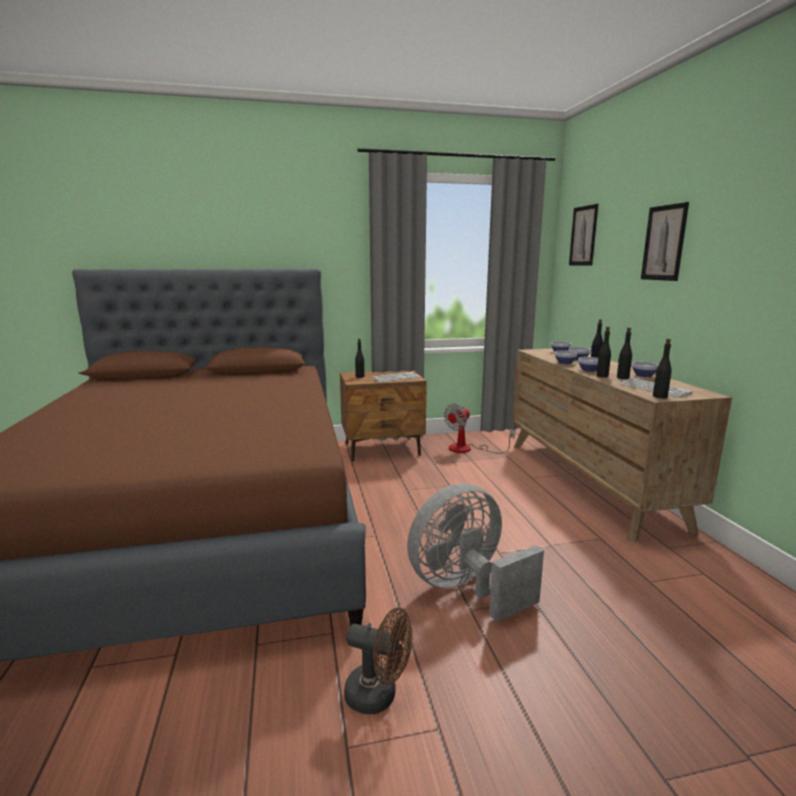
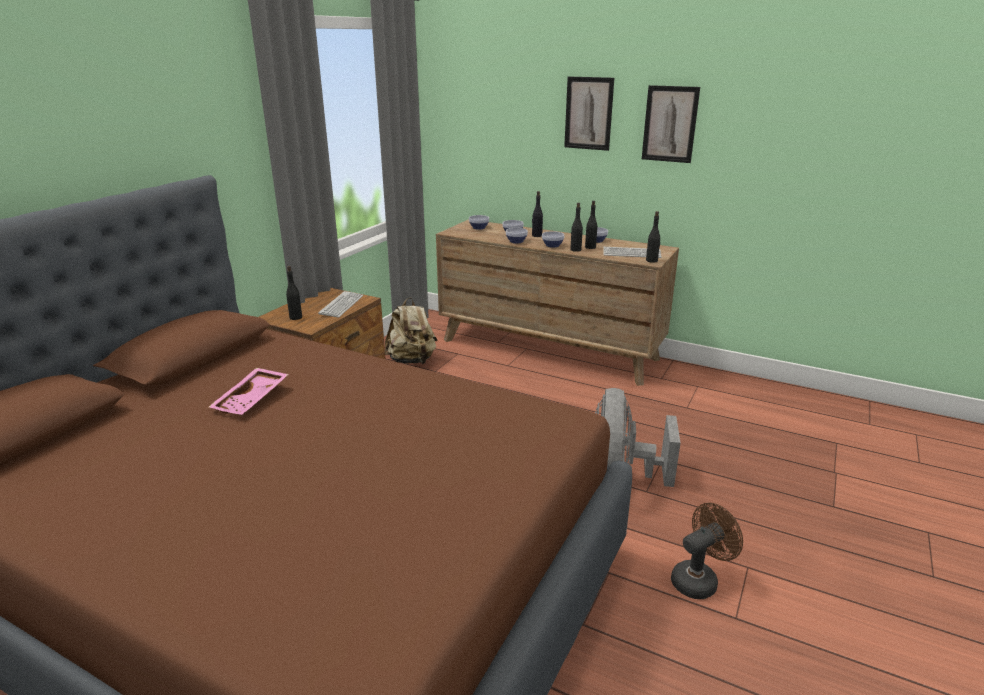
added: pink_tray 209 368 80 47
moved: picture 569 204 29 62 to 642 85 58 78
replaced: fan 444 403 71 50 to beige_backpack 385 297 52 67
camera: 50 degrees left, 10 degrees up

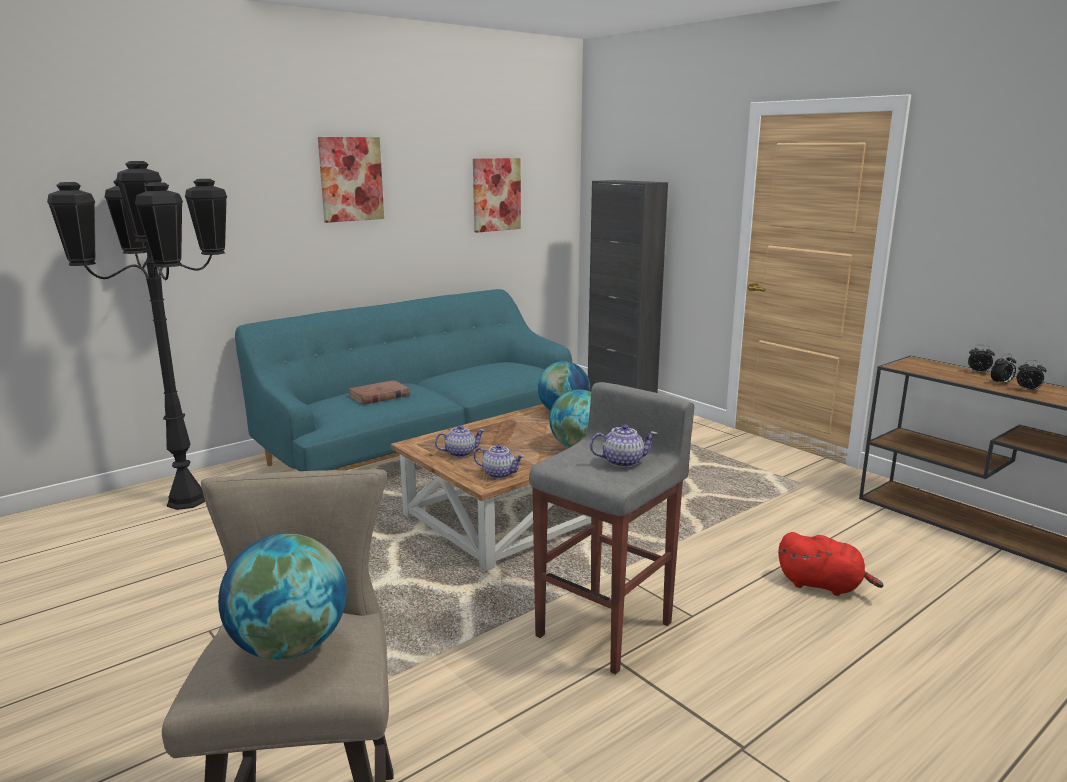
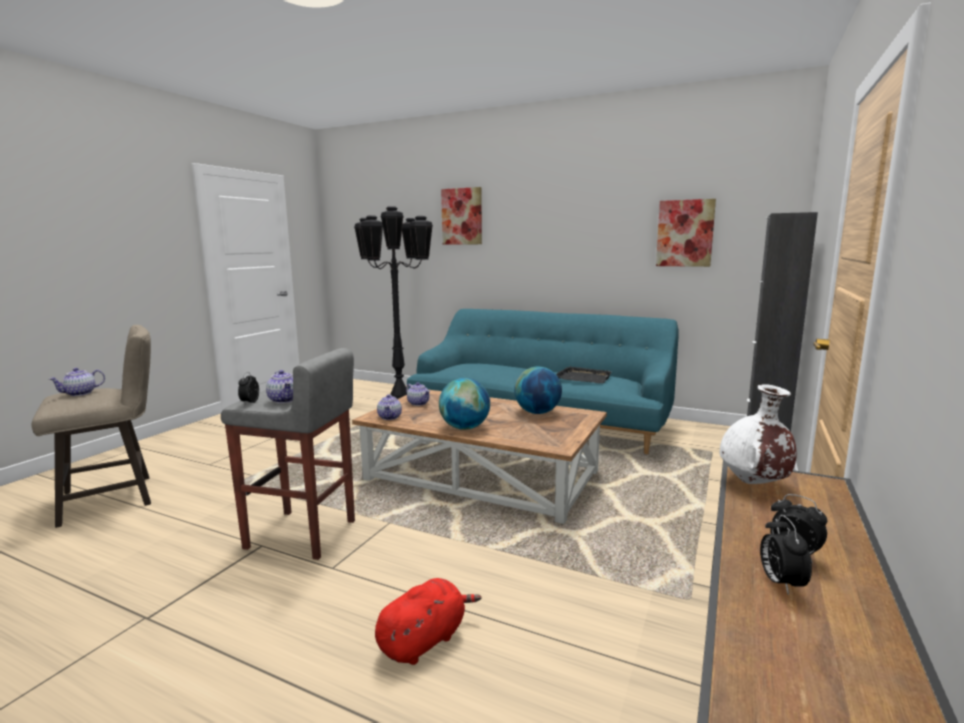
removed: brown_book 348 380 62 25
added: black_tray 556 366 56 18; white_vase 720 384 77 100
moved: picture 318 137 66 86 to 441 187 41 58; alarm_clock 968 345 27 28 to 238 372 21 32
replaced: globe 218 533 129 127 to teapot 49 368 56 28
turned: red_plush_toy 778 532 105 64 = 375 578 107 87 135 degrees counterclockwise
camera: 65 degrees right, 5 degrees down

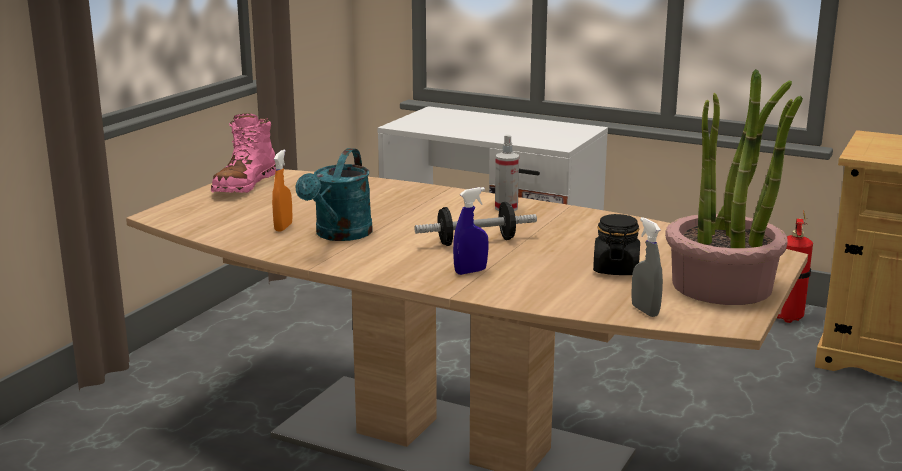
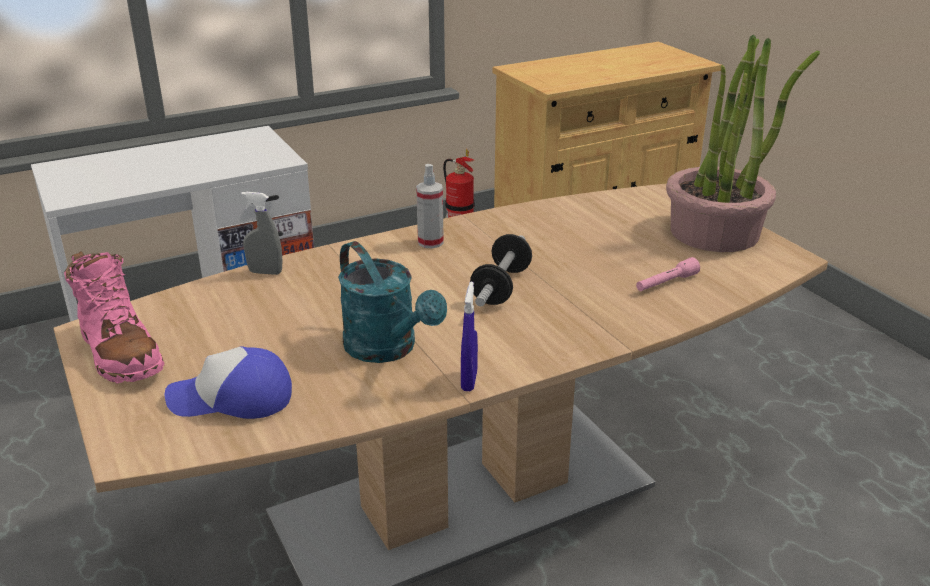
removed: orange_spray_bottle 272 150 20 82; black_jar 593 214 47 61
added: cap 165 346 127 73; pink_flashlight 636 257 64 34
moved: blue_spray_bottle 453 187 36 88 to 461 282 17 109; grey_spray_bottle 631 217 32 100 to 241 192 41 83
camera: 55 degrees left, 10 degrees up

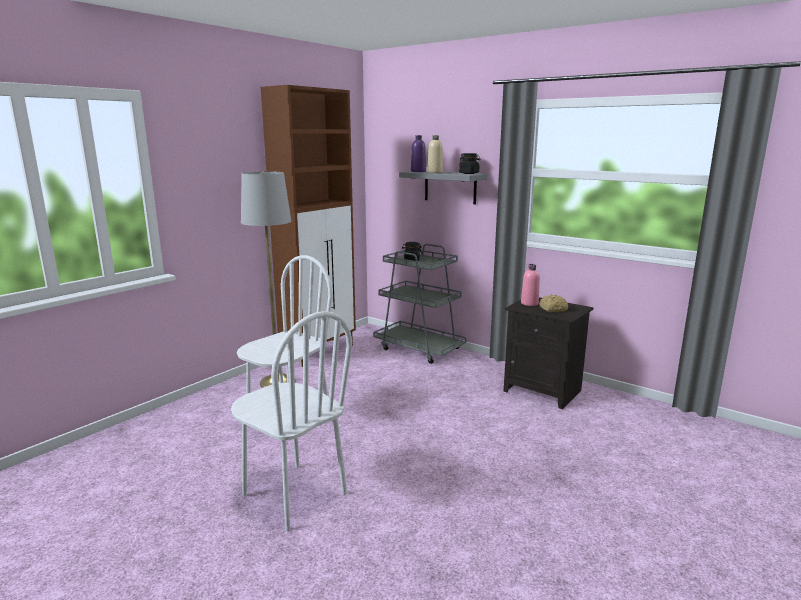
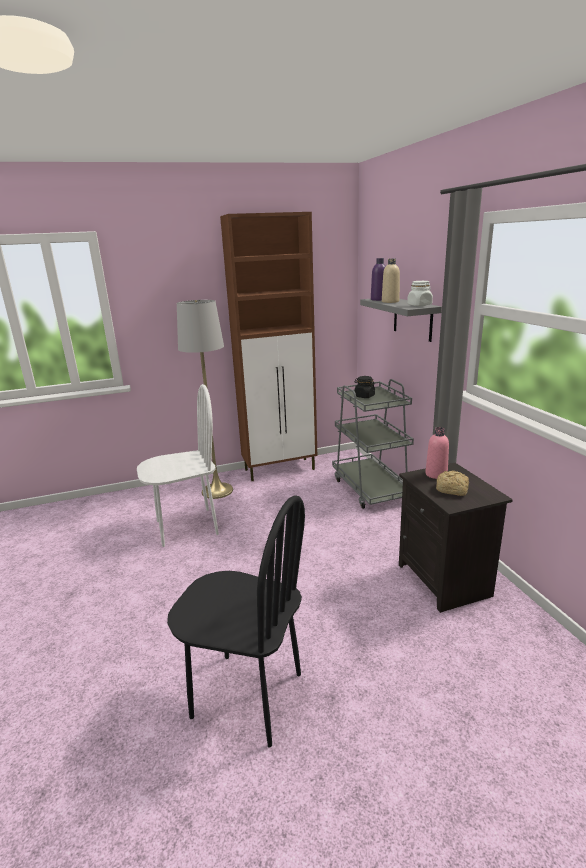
removed: white_chair 231 311 121 220
added: black_chair 167 495 138 253
recoloured: black_jar 459 153 21 21 to white_jar 407 281 26 25
camera: 35 degrees right, 5 degrees up

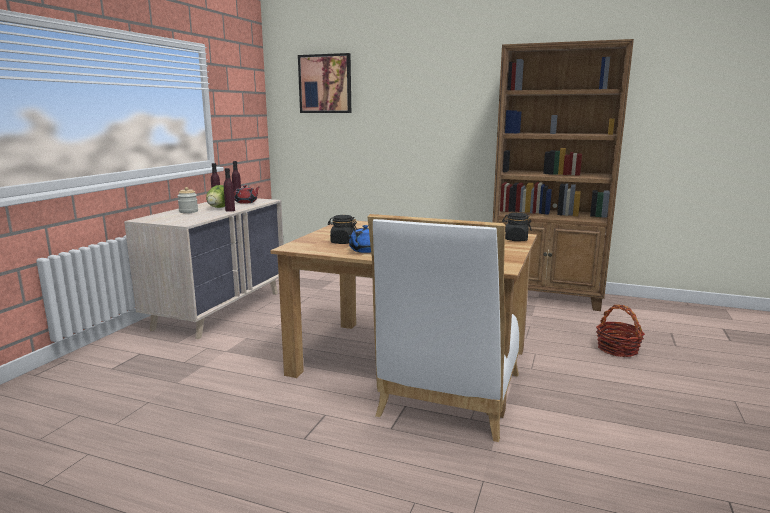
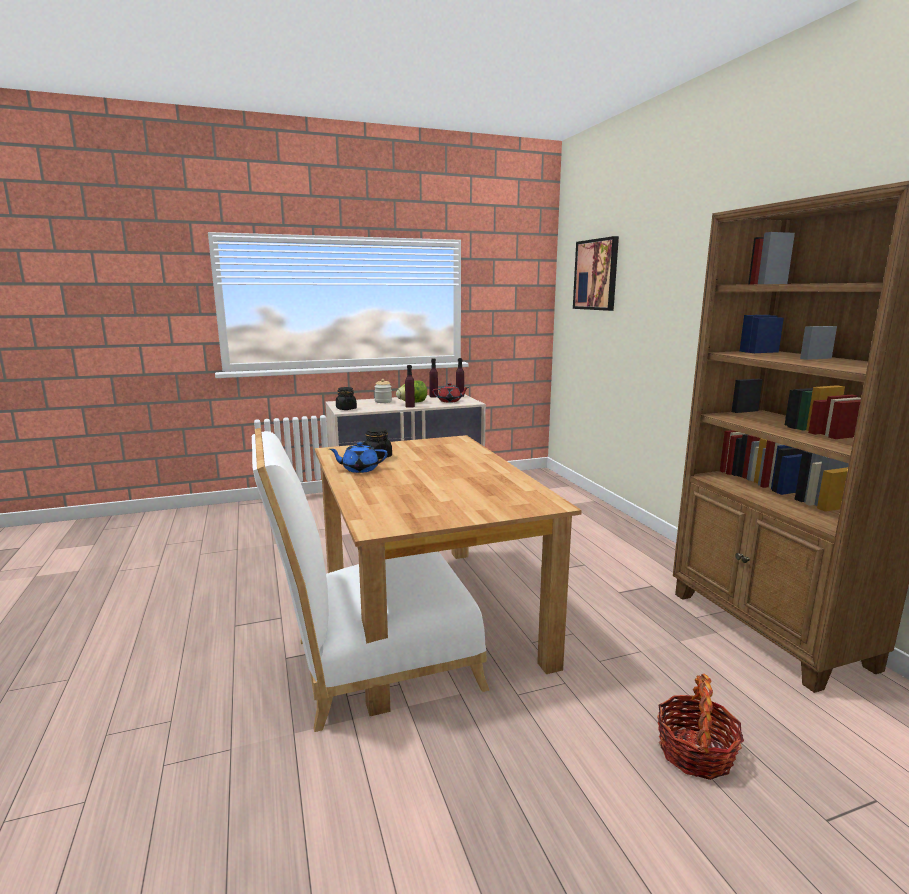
moved: black_jar 502 213 30 28 to 336 387 21 23
camera: 50 degrees right, 0 degrees up

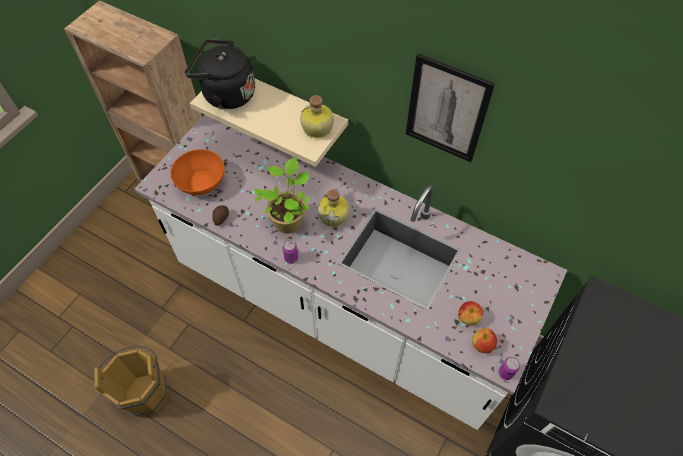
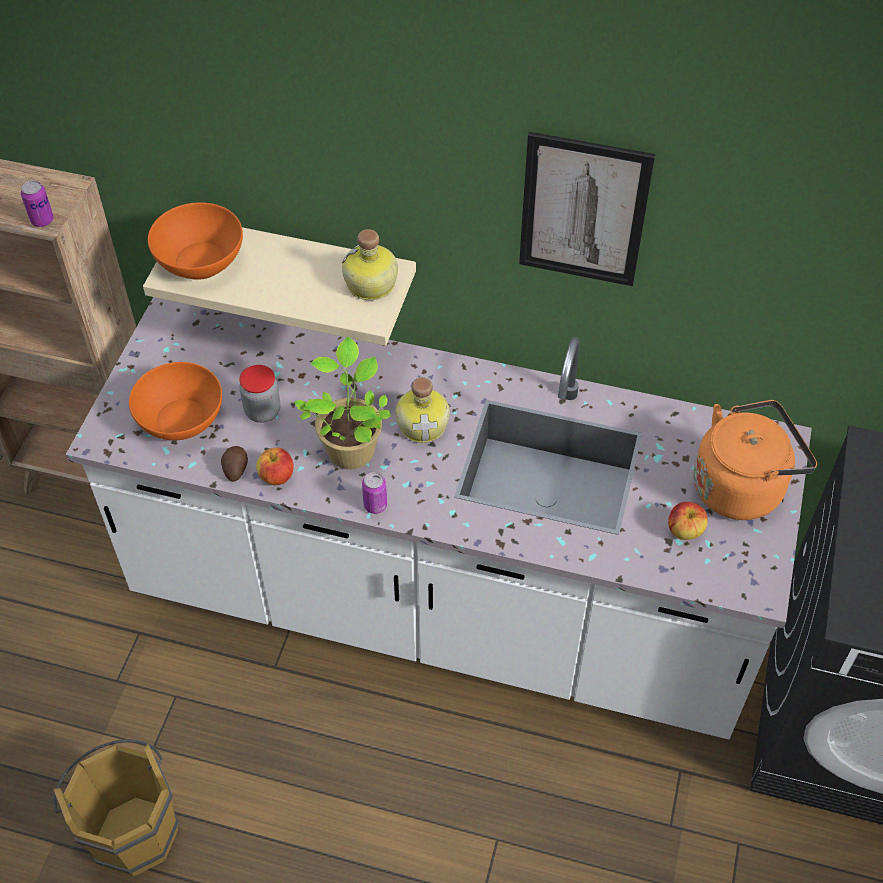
added: jar 239 365 42 58; orange_kettle 693 400 124 120
moved: apple 472 328 25 25 to 256 448 38 37; can 498 357 22 23 to 21 180 33 47
replaced: black_kettle 185 39 70 70 to orange_bowl 148 202 95 78
camera: 15 degrees left, 5 degrees down

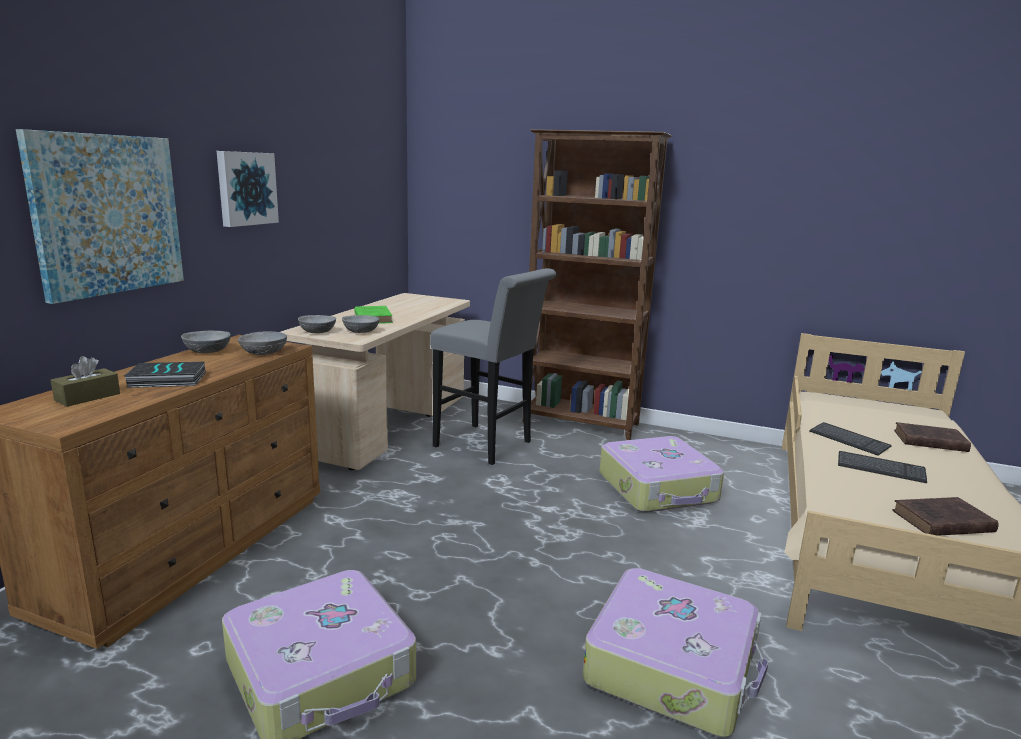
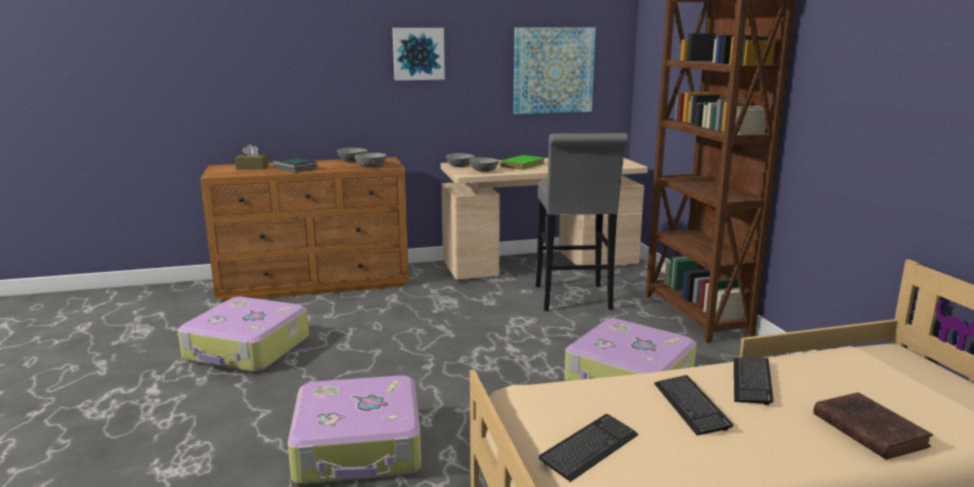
moved: picture 16 129 168 175 to 514 27 82 87
replaced: brown_book 892 497 107 39 to keyboard 538 414 100 68
camera: 55 degrees right, 0 degrees up

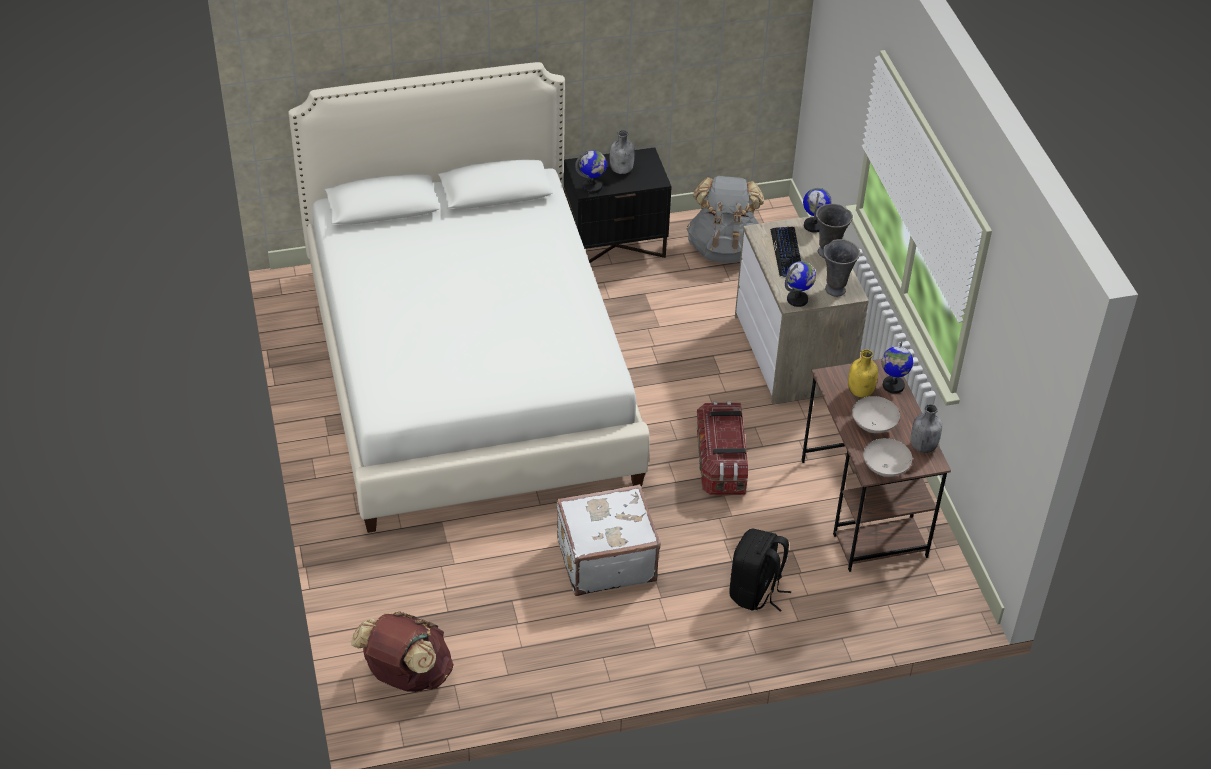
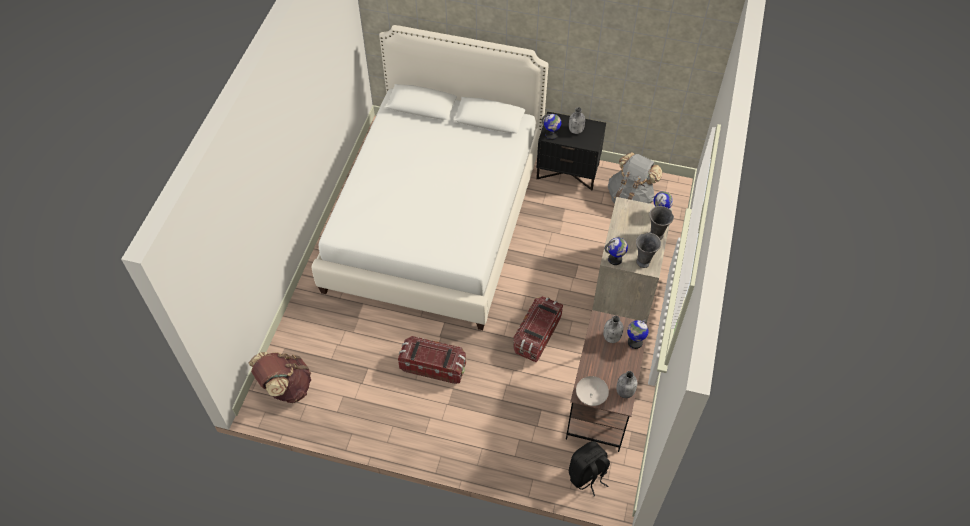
removed: keyboard 770 227 31 50; white_bowl 852 396 48 37
moved: black_backpack 729 529 62 83 to 569 441 41 55
replaced: white_suitcase 556 484 105 112 to storage_box 398 336 68 48
recoloured: yellow_bottle 848 349 30 48 to grey_bottle 603 316 21 27
camera: 30 degrees right, 10 degrees up

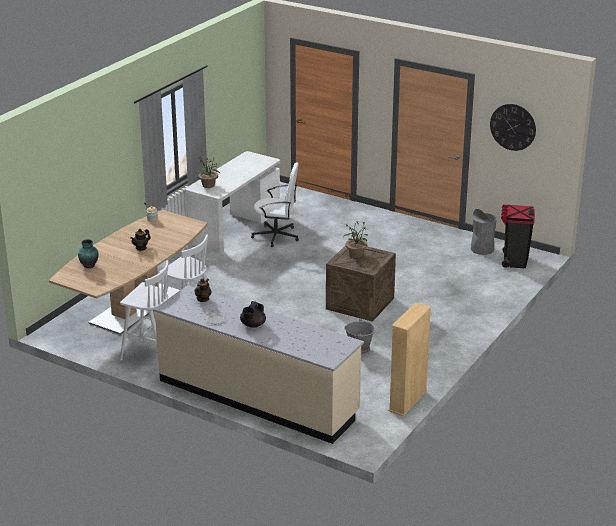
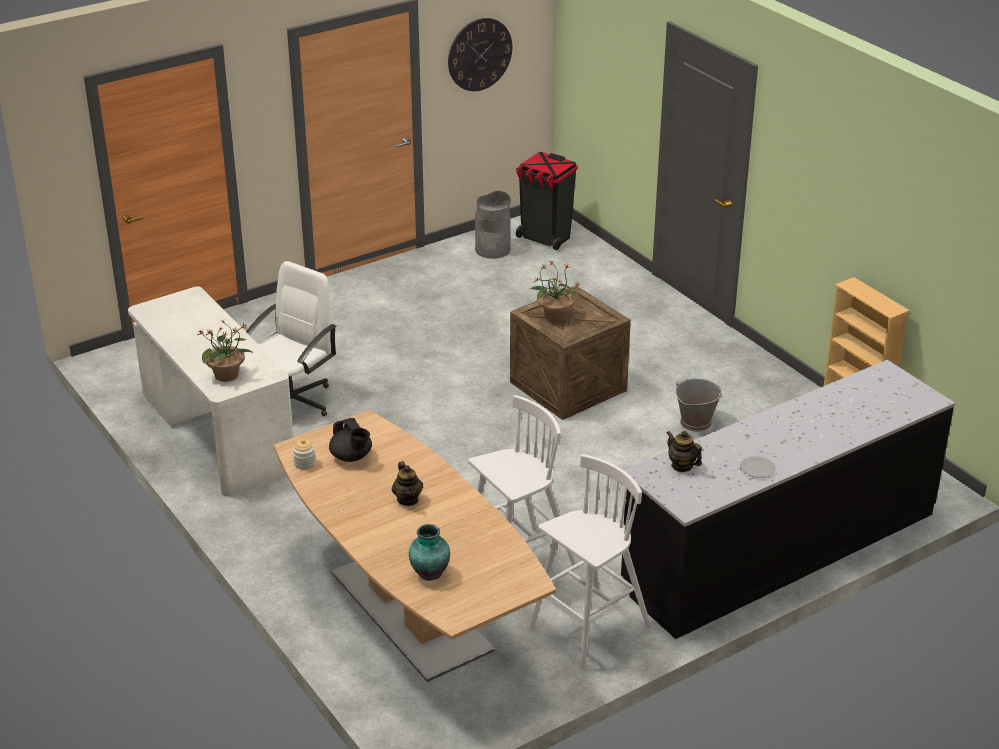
moved: black_teapot 240 301 26 27 to 329 418 43 44
recoloured: beige_counter 154 285 210 159 to black_counter 621 360 334 279
camera: 65 degrees left, 5 degrees up

